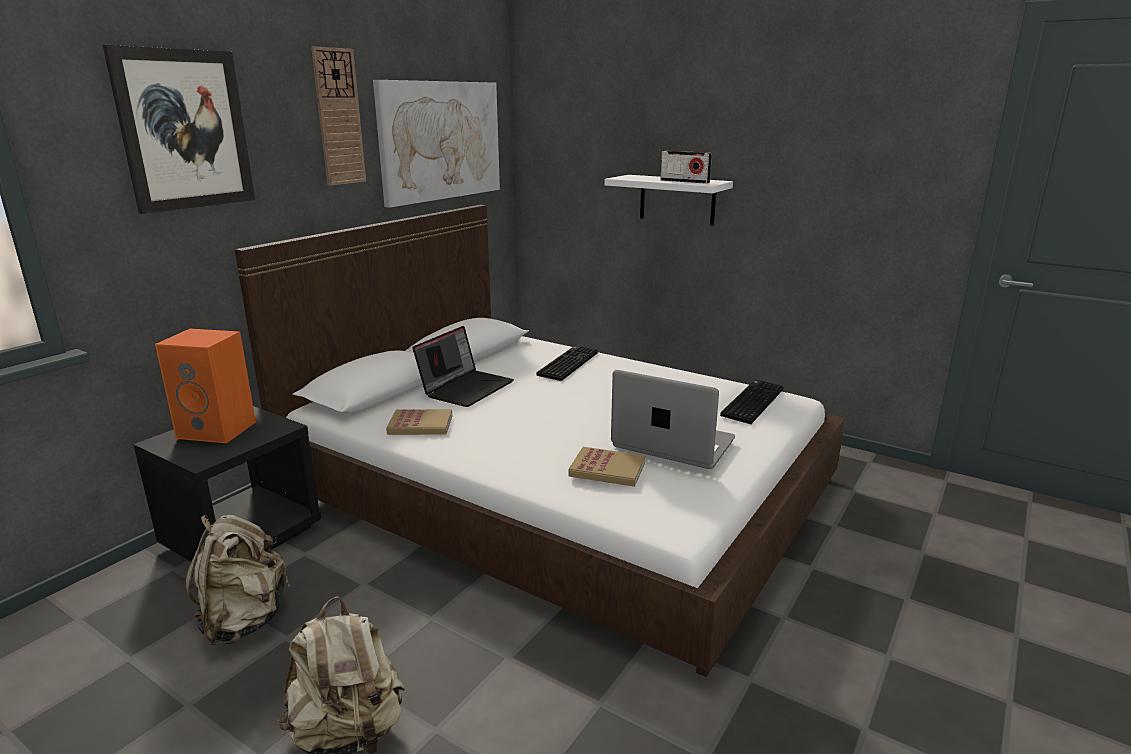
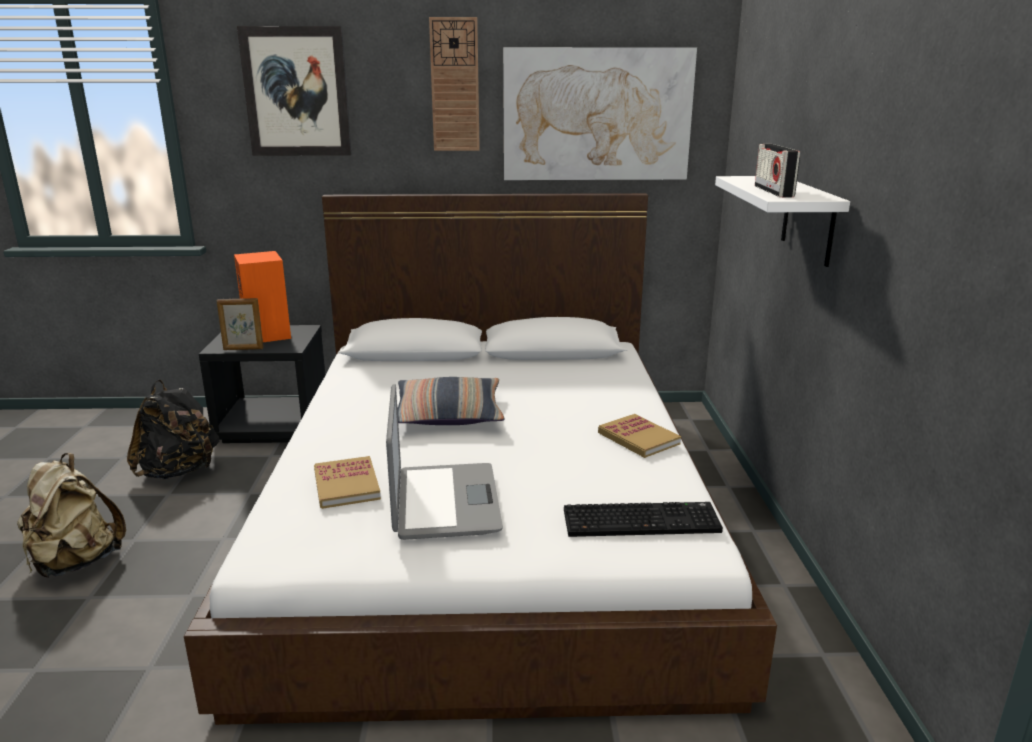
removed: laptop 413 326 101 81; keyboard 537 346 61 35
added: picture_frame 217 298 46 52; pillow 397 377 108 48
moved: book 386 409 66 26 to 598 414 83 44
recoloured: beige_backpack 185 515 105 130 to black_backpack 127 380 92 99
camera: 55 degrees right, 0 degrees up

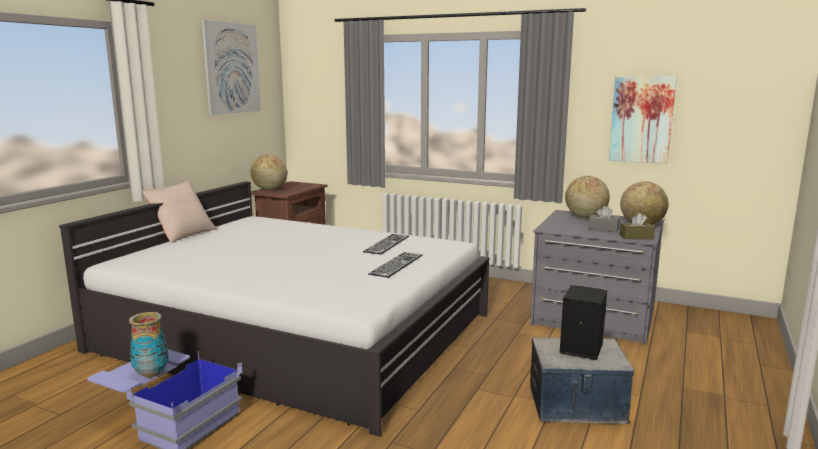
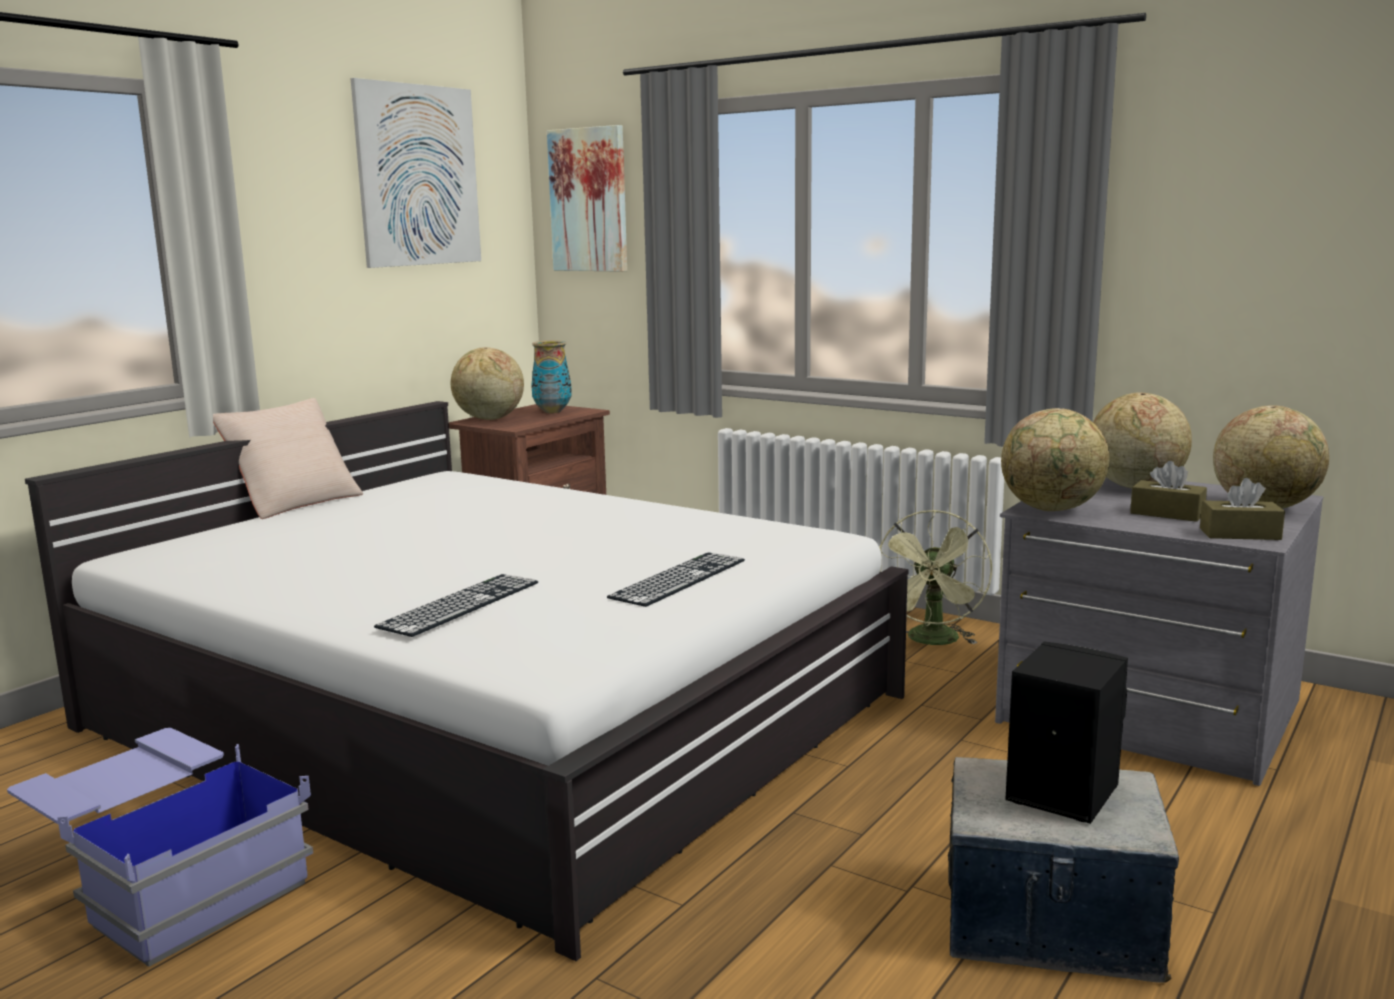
added: green_fan 879 510 113 135; globe 1001 408 109 103
moved: vase 129 312 40 66 to 531 340 41 73; keyboard 363 234 46 20 to 374 574 164 63; picture 609 75 68 89 to 547 125 80 147
recoloured: grey_tissue_box 588 206 32 26 to brown_tissue_box 1130 461 77 61
camera: 10 degrees right, 0 degrees up

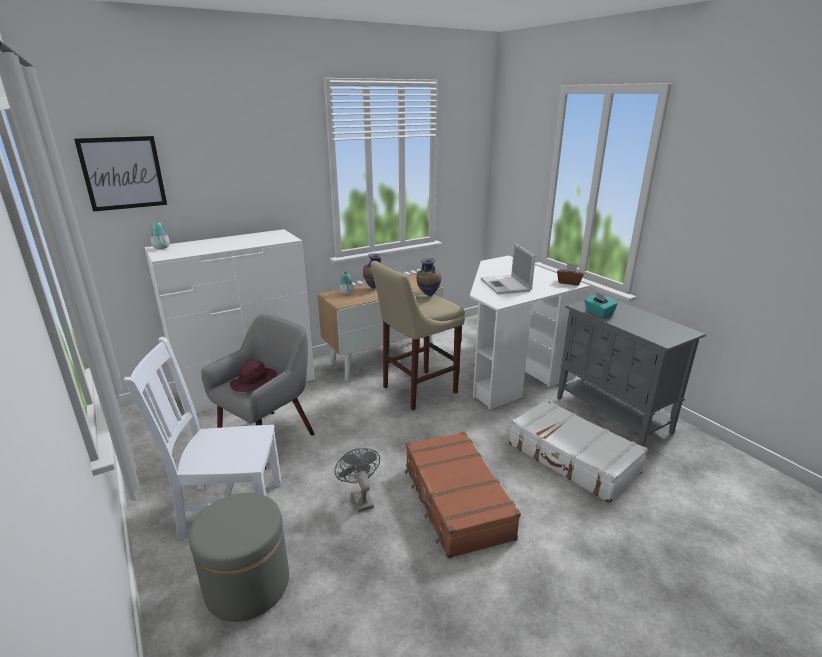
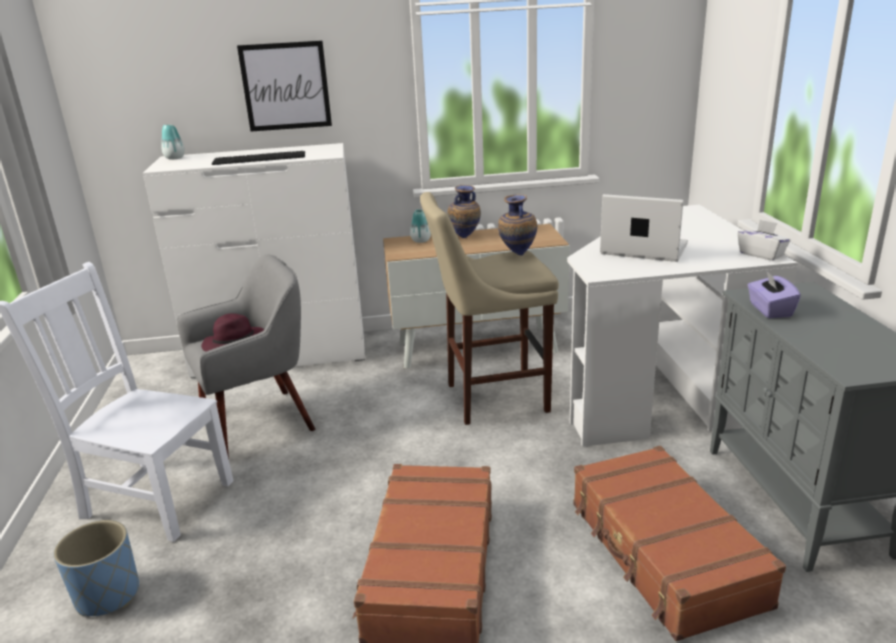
removed: grey_fan 334 448 46 64
added: keyboard 212 151 93 14
moved: picture 74 136 93 76 to 237 41 95 90
replaced: grey_ottoman 189 493 100 129 to blue_planter 54 520 85 96
recoloured: white_suitcase 509 399 139 104 to brown_suitcase 573 446 213 195; brown_tissue_box 557 263 27 22 to white_tissue_box 738 220 53 41; turquoise_tissue_box 584 292 34 26 to purple_tissue_box 748 270 53 48
turned: laptop 481 243 55 51 = 600 194 88 68 105 degrees clockwise
camera: 25 degrees right, 0 degrees up

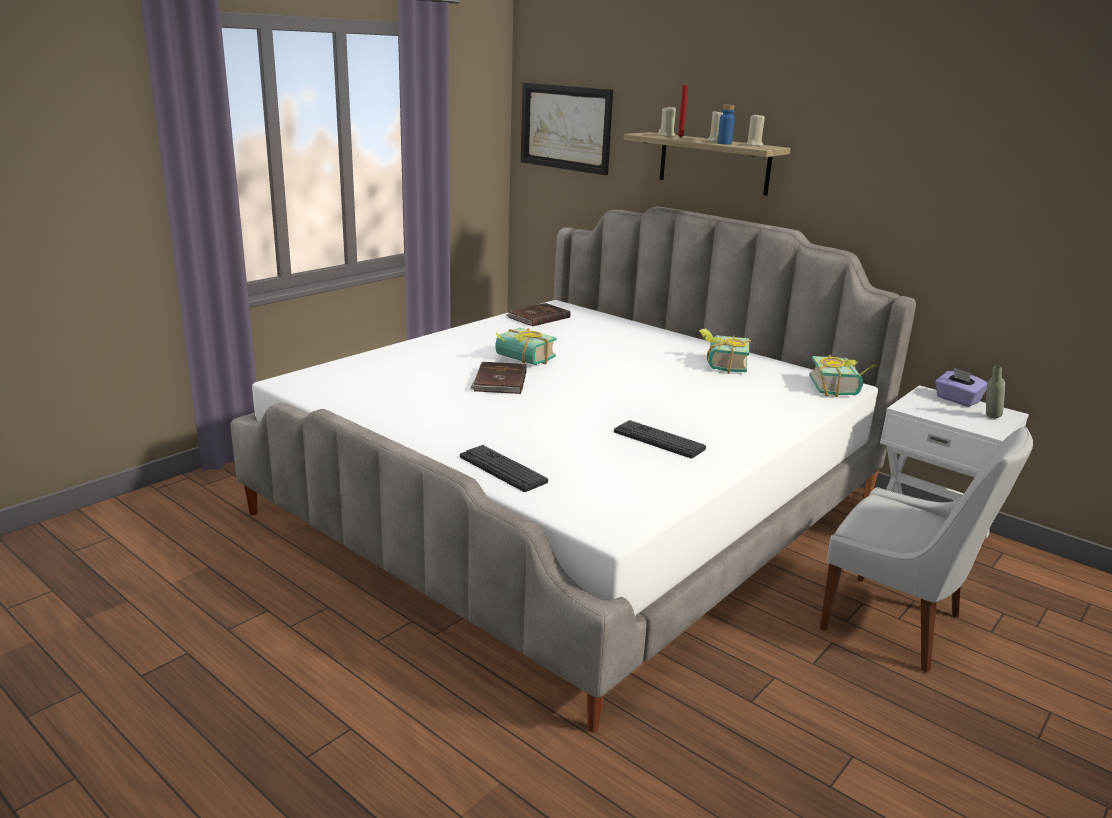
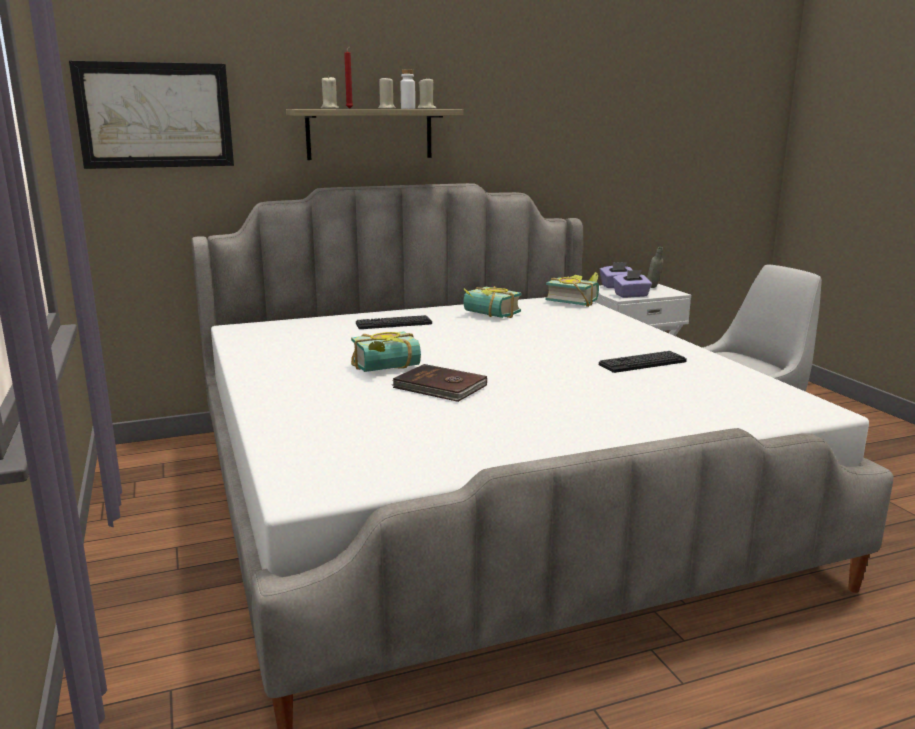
removed: brown_book 506 303 65 24
added: purple_tissue_box 613 270 39 28
moved: keyboard 460 445 88 47 to 356 315 76 14
recoloured: blue_bottle 717 104 18 41 to white_bottle 400 69 15 40
camera: 60 degrees left, 5 degrees down

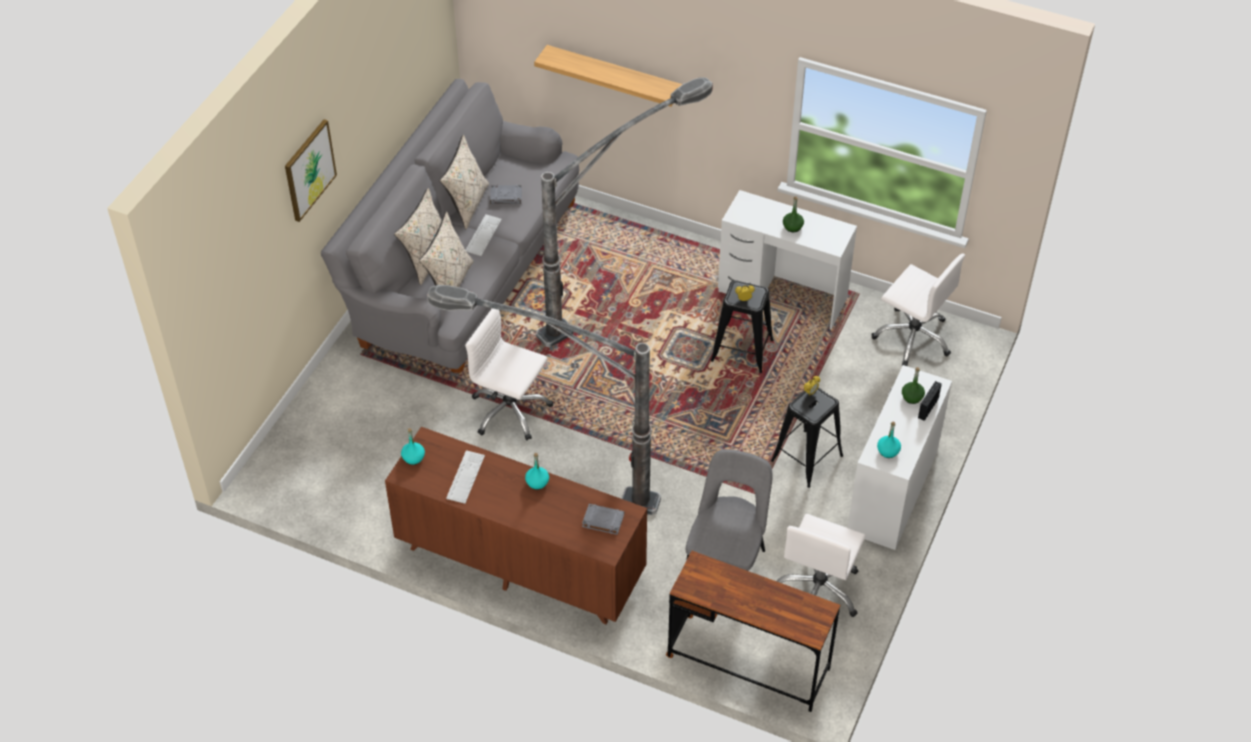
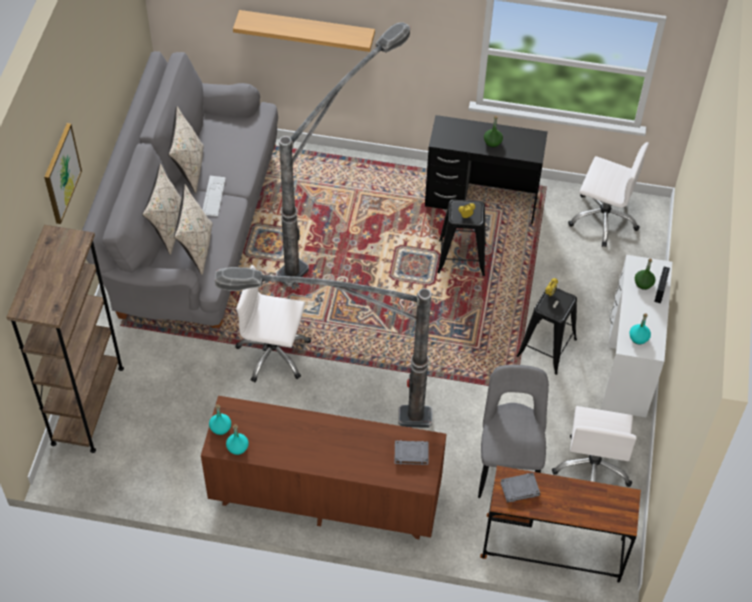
removed: keyboard 446 450 39 54
added: brown_bookcase 6 225 118 228
moved: grey_book 490 185 32 19 to 500 473 40 30; turquoise_bottle 525 453 24 37 to 226 424 23 31
recoloured: white_desk 718 190 139 140 to black_desk 425 115 123 109
camera: 15 degrees left, 5 degrees up

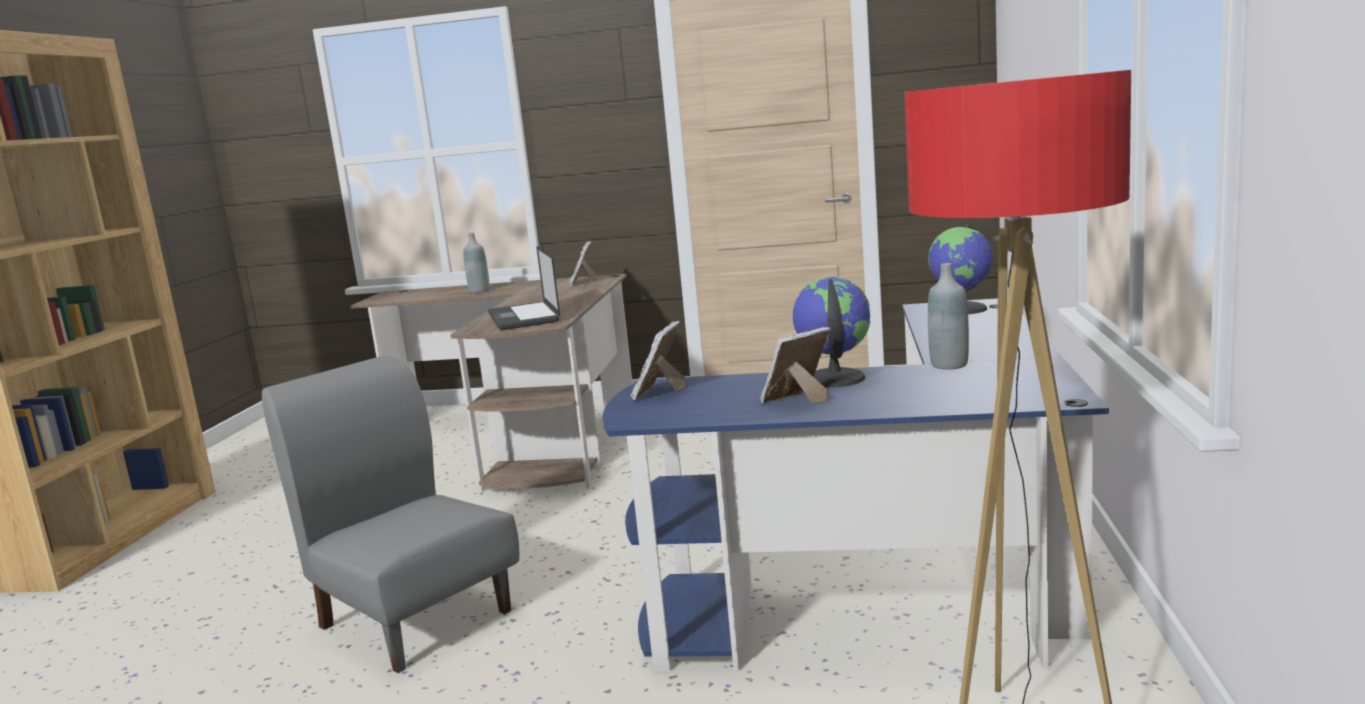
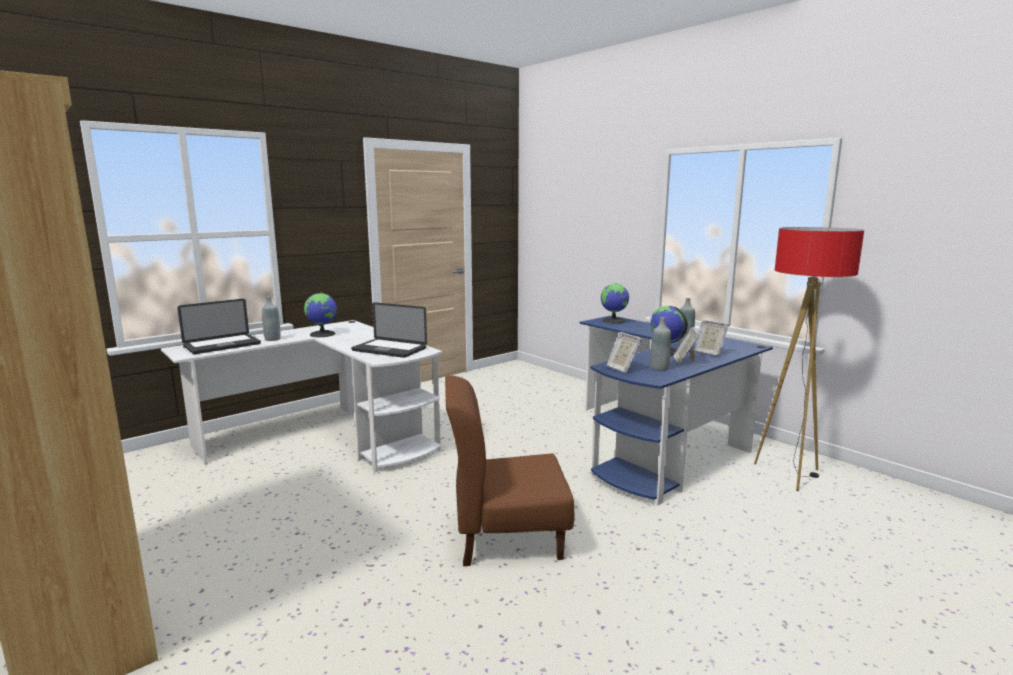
added: laptop 178 299 83 55; globe 304 292 33 45; grey_bottle 650 317 21 54
moved: picture_frame 569 241 28 44 to 694 320 34 36
recoloured: grey_chair 262 355 257 318 to brown_chair 445 375 130 191; brown_desk 350 274 283 218 to white_desk 161 320 281 152
camera: 50 degrees left, 0 degrees up

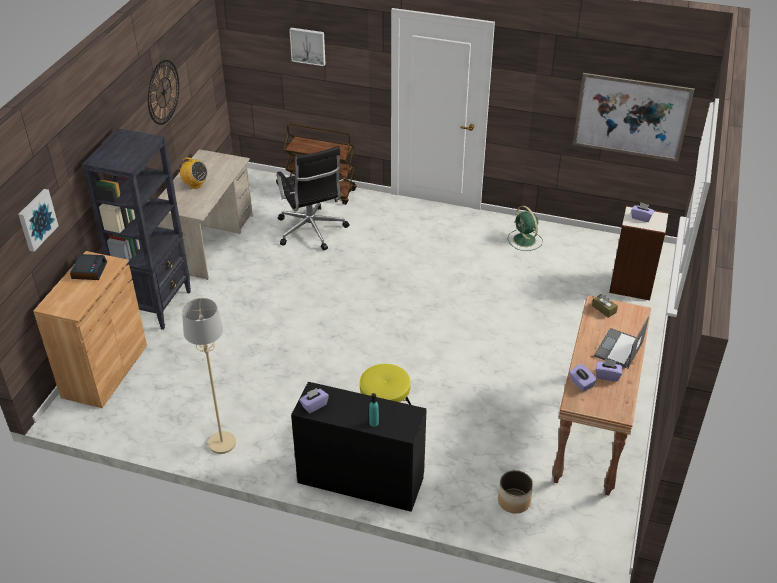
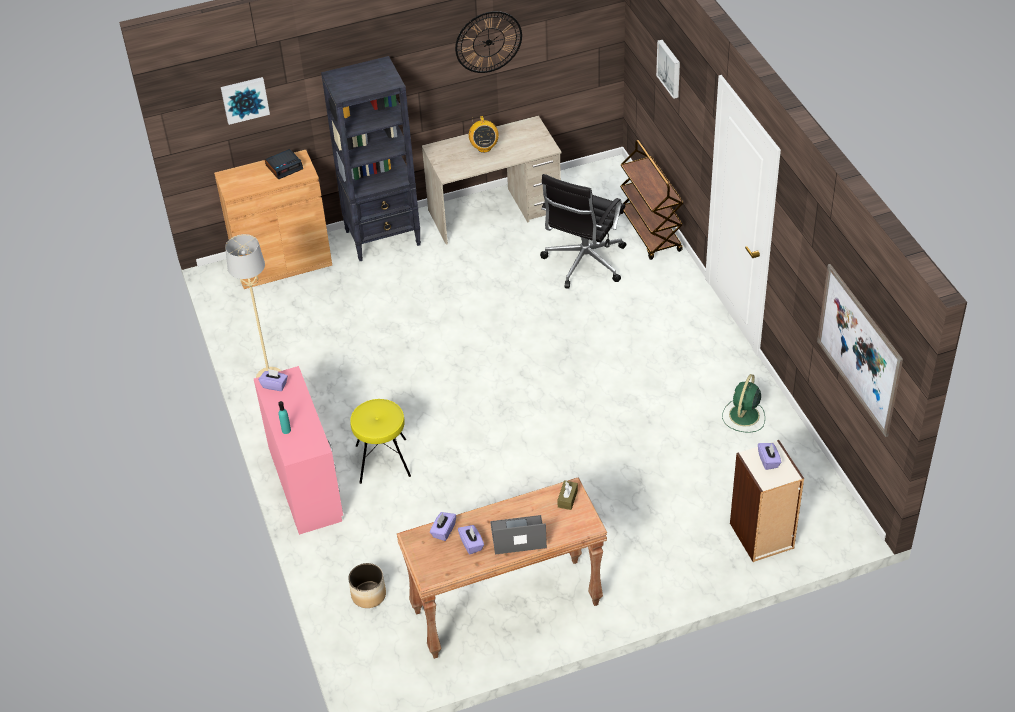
recoloured: black_desk 291 382 136 130 to pink_desk 254 366 89 169
camera: 55 degrees right, 5 degrees up

